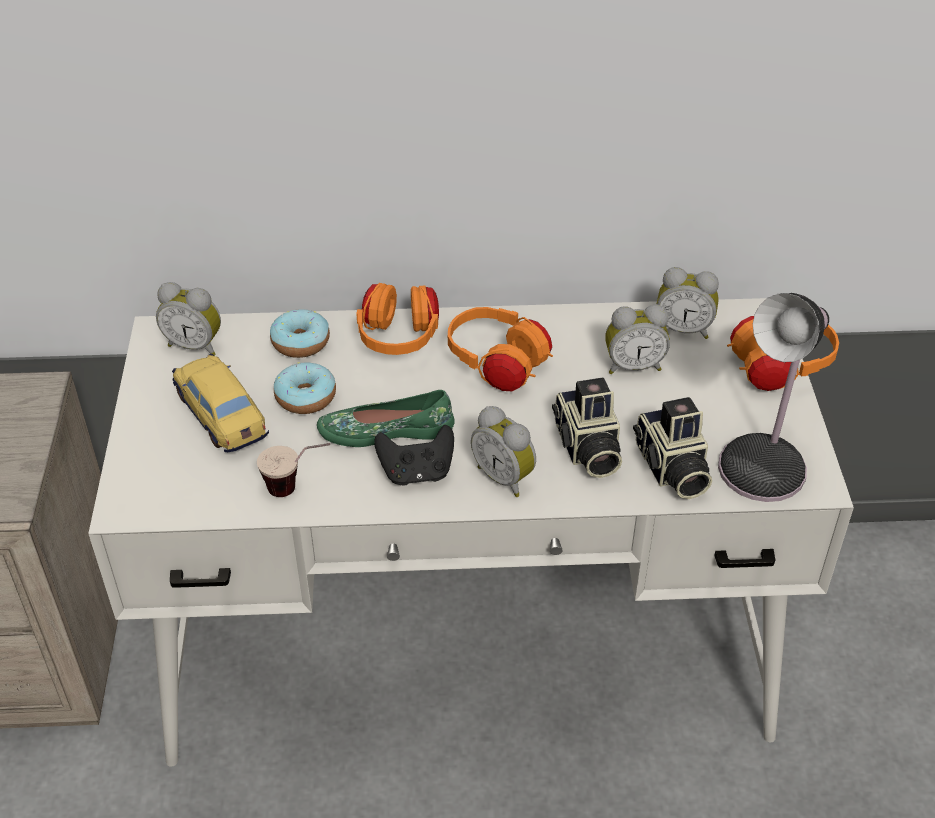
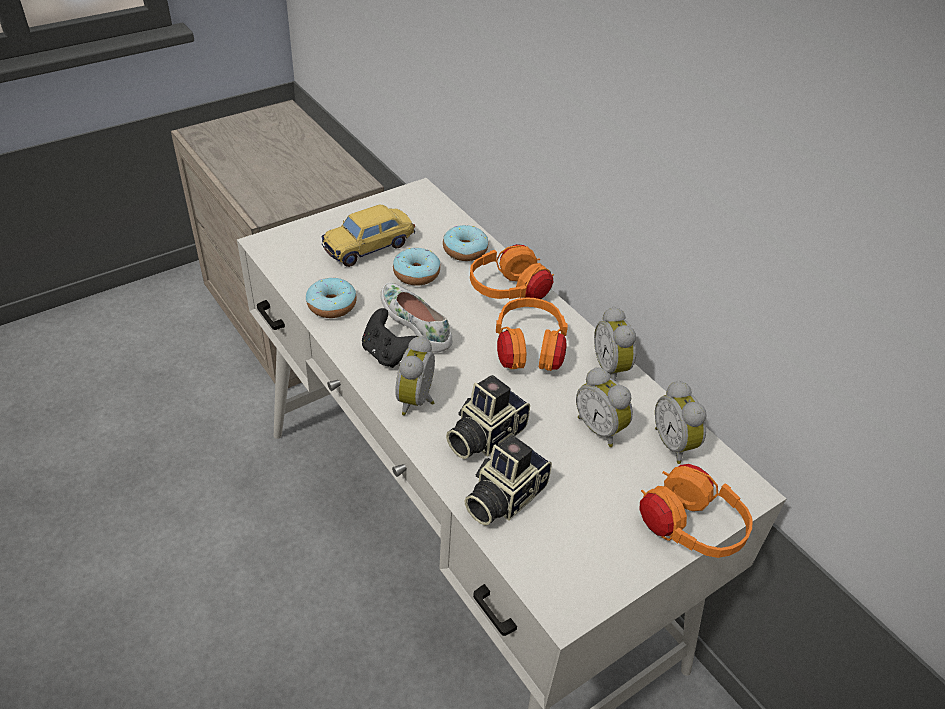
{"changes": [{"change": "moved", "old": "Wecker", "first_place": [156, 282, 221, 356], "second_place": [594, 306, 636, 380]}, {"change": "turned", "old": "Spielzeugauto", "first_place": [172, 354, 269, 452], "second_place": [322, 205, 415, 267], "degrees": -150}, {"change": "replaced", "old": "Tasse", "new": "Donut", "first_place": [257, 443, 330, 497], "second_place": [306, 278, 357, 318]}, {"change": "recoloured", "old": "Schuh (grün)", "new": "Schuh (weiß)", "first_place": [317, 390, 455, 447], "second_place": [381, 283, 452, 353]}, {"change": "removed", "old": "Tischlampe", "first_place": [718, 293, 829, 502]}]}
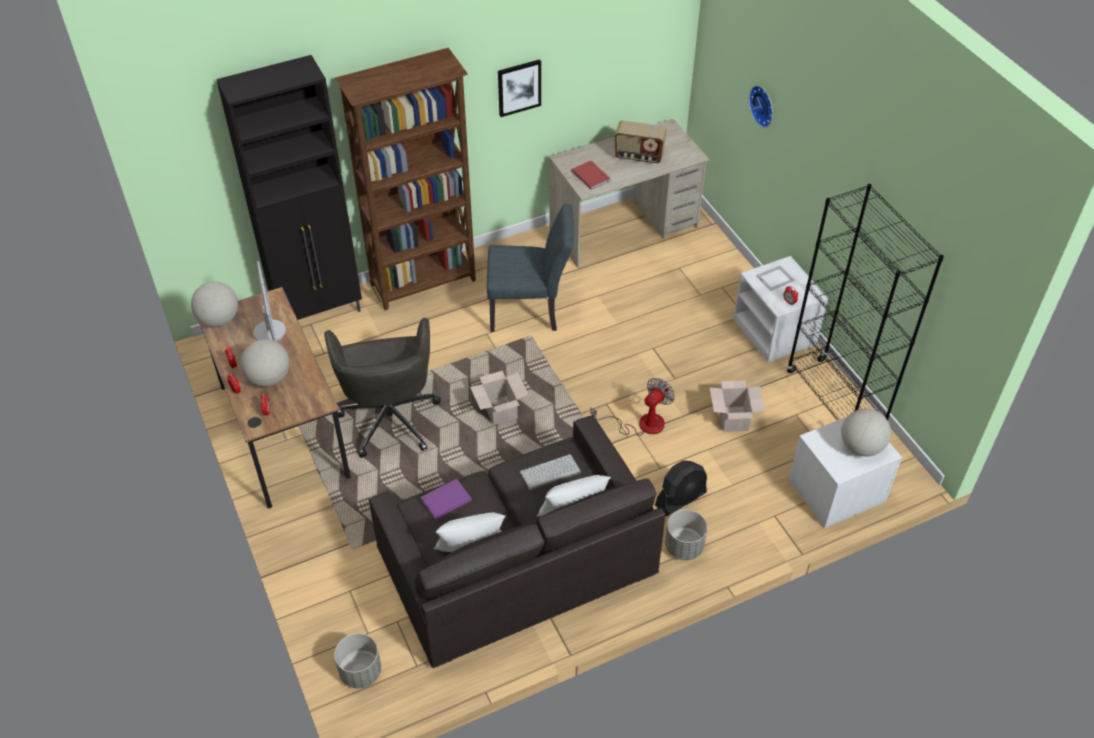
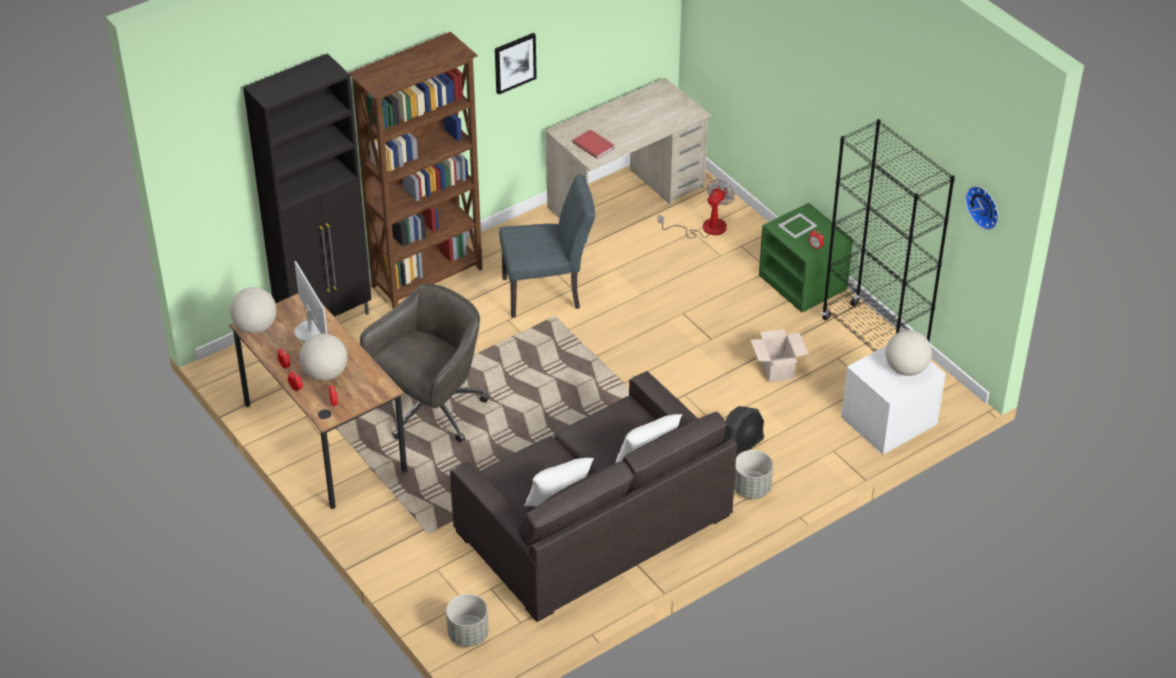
{"changes": [{"change": "turned", "old": "Bürostuhl (grau)", "first_place": [324, 318, 441, 458], "second_place": [360, 284, 489, 442], "degrees": -120}, {"change": "removed", "old": "Buch (lila)", "first_place": [421, 479, 472, 520]}, {"change": "removed", "old": "Karton", "first_place": [470, 371, 529, 425]}, {"change": "removed", "old": "Tastatur", "first_place": [520, 454, 581, 490]}, {"change": "moved", "old": "Ventilator", "first_place": [590, 378, 675, 436], "second_place": [658, 179, 734, 238]}, {"change": "removed", "old": "Radio", "first_place": [615, 121, 667, 164]}, {"change": "recoloured", "old": "Nachttisch (weiß)", "new": "Nachttisch (grün)", "first_place": [733, 256, 828, 362], "second_place": [759, 203, 853, 313]}, {"change": "moved", "old": "Wanduhr", "first_place": [749, 85, 773, 127], "second_place": [965, 186, 999, 230]}]}
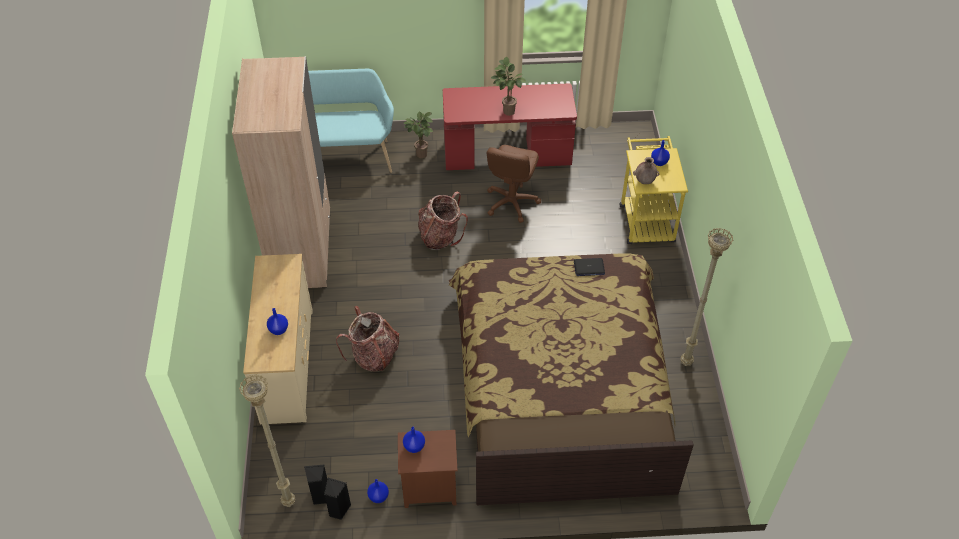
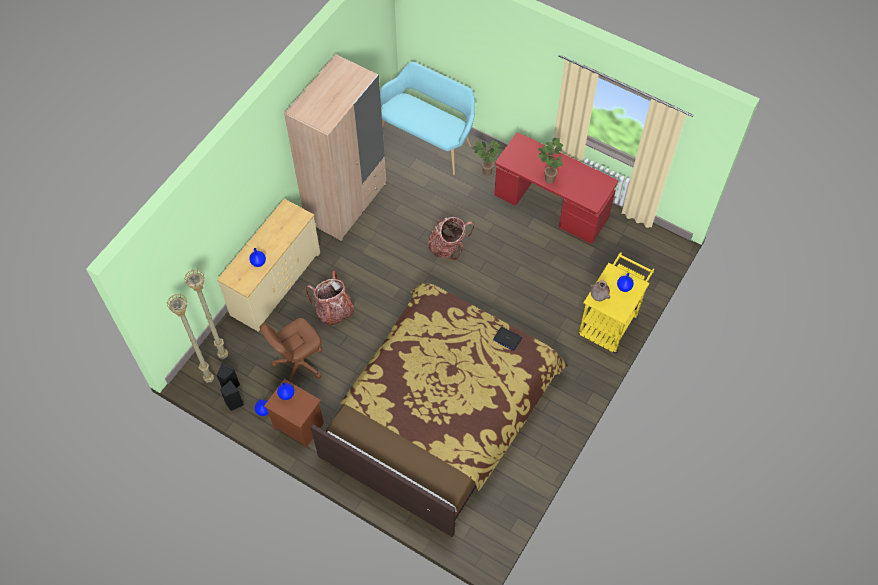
{"changes": [{"change": "moved", "old": "Bürostuhl (braun)", "first_place": [487, 145, 541, 223], "second_place": [260, 318, 322, 383]}, {"change": "moved", "old": "Stehlampe (beige)", "first_place": [681, 228, 733, 366], "second_place": [184, 269, 228, 359]}]}
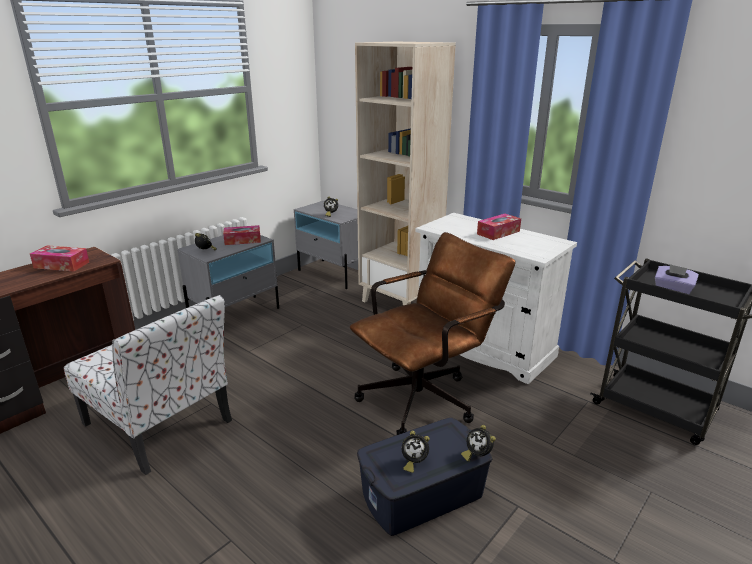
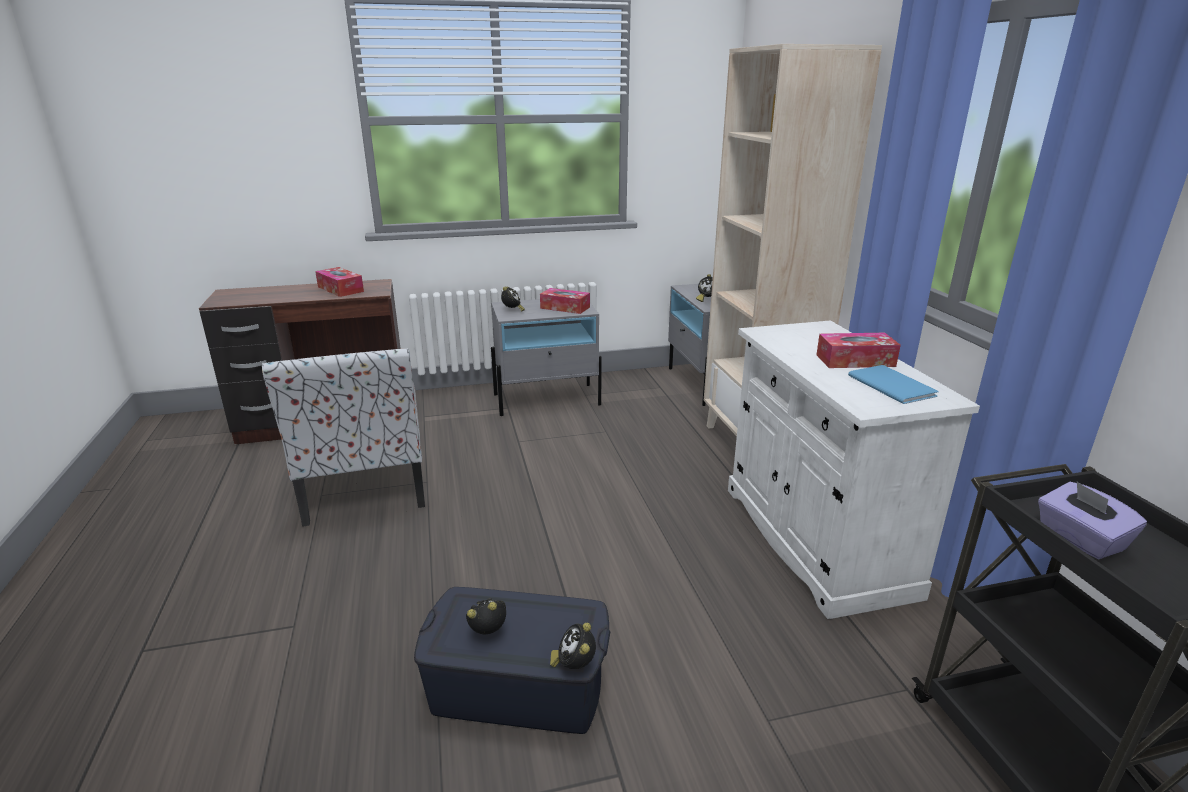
{"changes": [{"change": "removed", "old": "Bürostuhl (braun)", "first_place": [350, 232, 515, 435]}, {"change": "turned", "old": "Wecker", "first_place": [401, 430, 429, 473], "second_place": [466, 598, 506, 634], "degrees": 120}, {"change": "added", "new": "Buch (blau)", "second_place": [848, 365, 939, 404]}]}
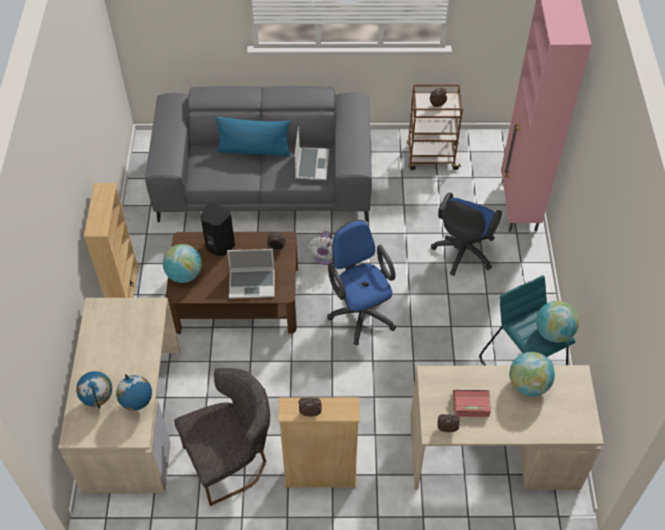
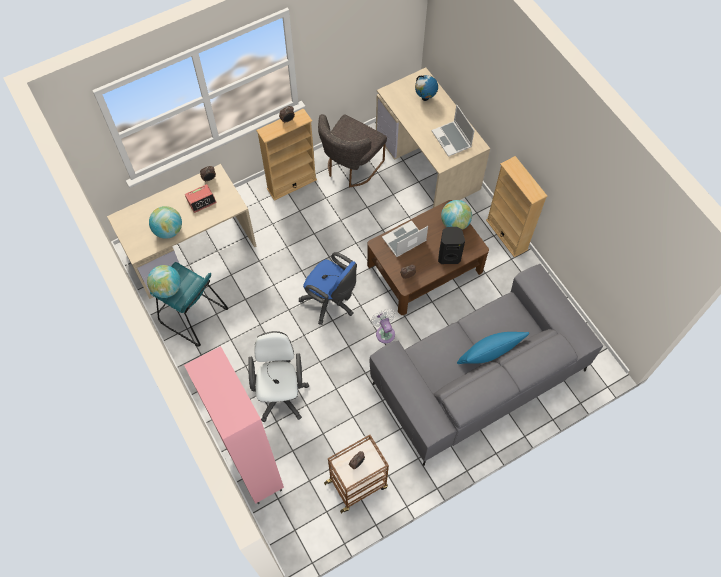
{"changes": [{"change": "removed", "old": "Globus", "first_place": [116, 375, 152, 411]}, {"change": "moved", "old": "Laptop", "first_place": [294, 126, 329, 180], "second_place": [432, 105, 475, 157]}, {"change": "recoloured", "old": "Bürostuhl (blau)", "new": "Bürostuhl (weiß)", "first_place": [431, 192, 502, 276], "second_place": [248, 331, 309, 422]}]}
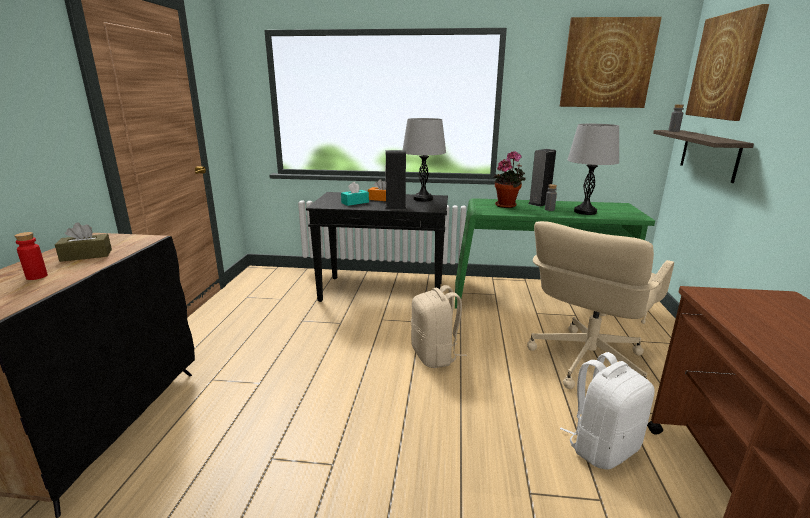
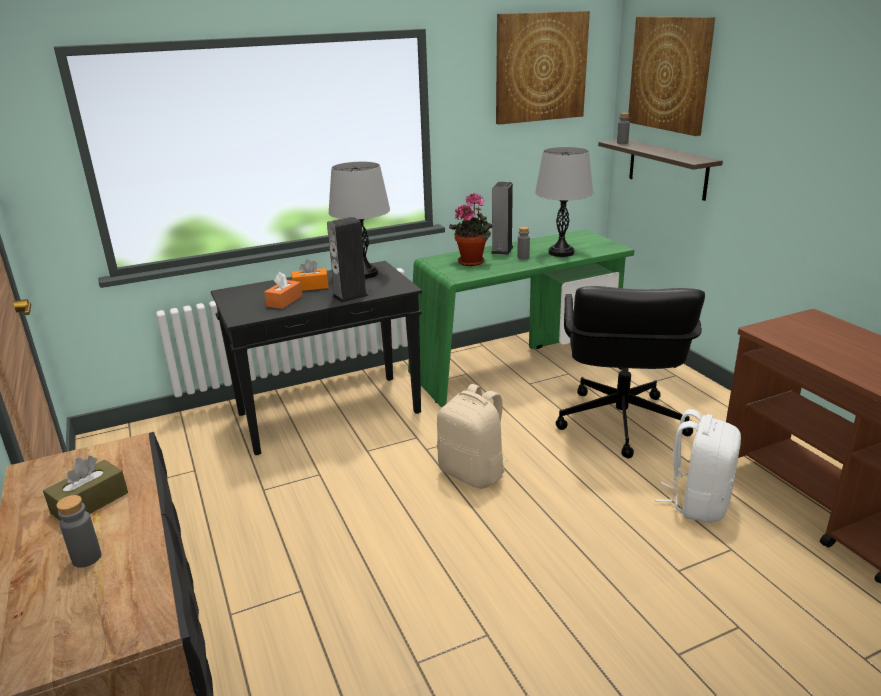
{"changes": [{"change": "recoloured", "old": "Flasche (rot)", "new": "Flasche (grau)", "first_place": [15, 232, 48, 280], "second_place": [56, 495, 101, 568]}, {"change": "recoloured", "old": "Taschentuchbox (türkis)", "new": "Taschentuchbox (orange)", "first_place": [341, 182, 369, 206], "second_place": [264, 272, 302, 309]}, {"change": "recoloured", "old": "Bürostuhl (beige)", "new": "Bürostuhl (schwarz)", "first_place": [527, 221, 674, 389], "second_place": [556, 286, 705, 458]}]}
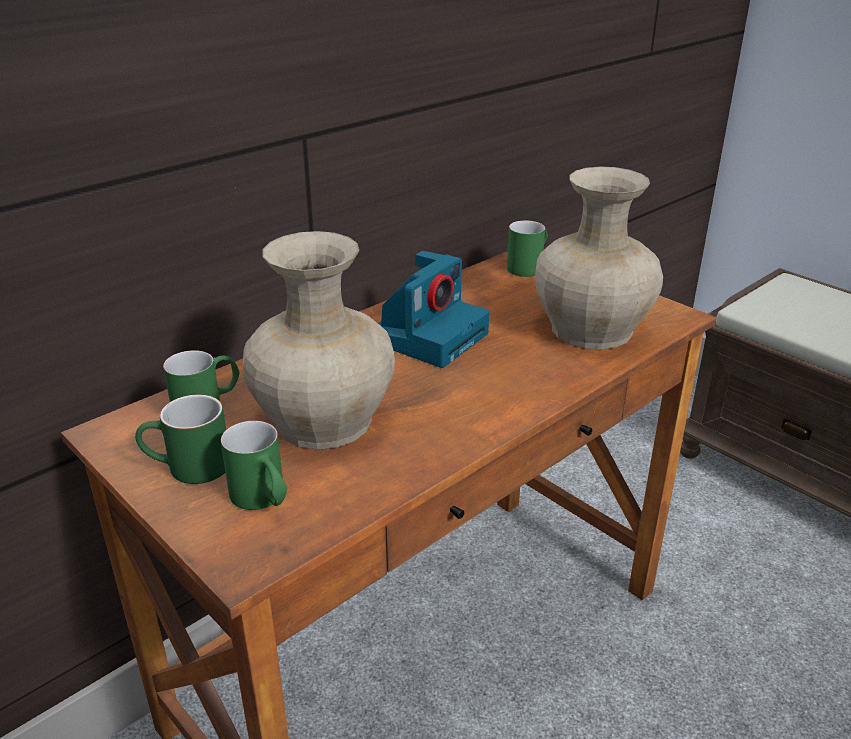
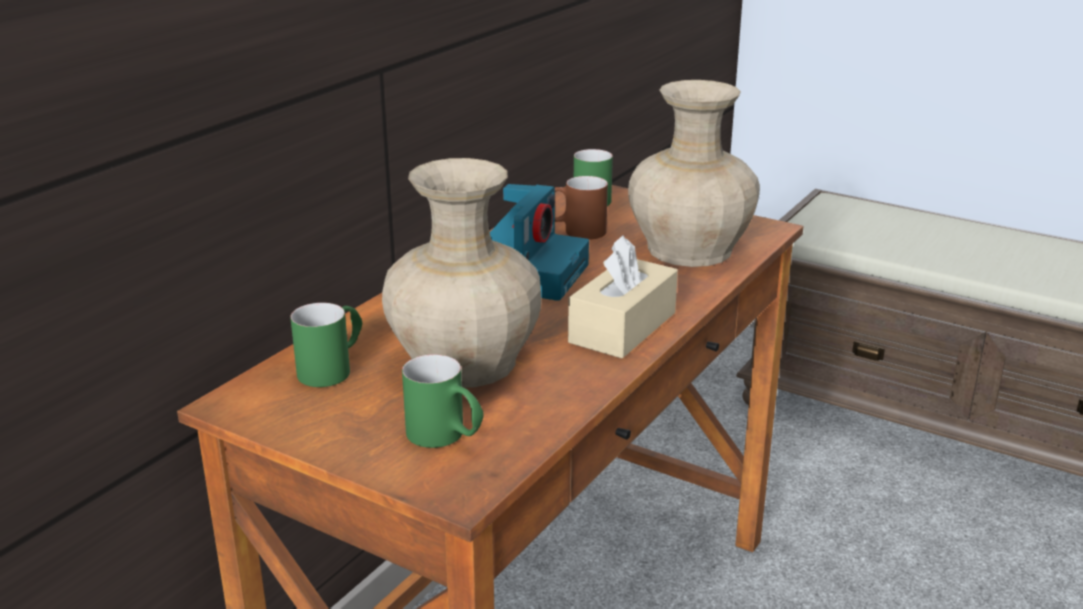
{"changes": [{"change": "removed", "old": "Henkelbecher (grün)", "first_place": [135, 395, 226, 484]}, {"change": "added", "new": "Henkelbecher (braun)", "second_place": [555, 176, 608, 240]}, {"change": "added", "new": "Taschentuchbox (beige)", "second_place": [568, 235, 678, 359]}]}
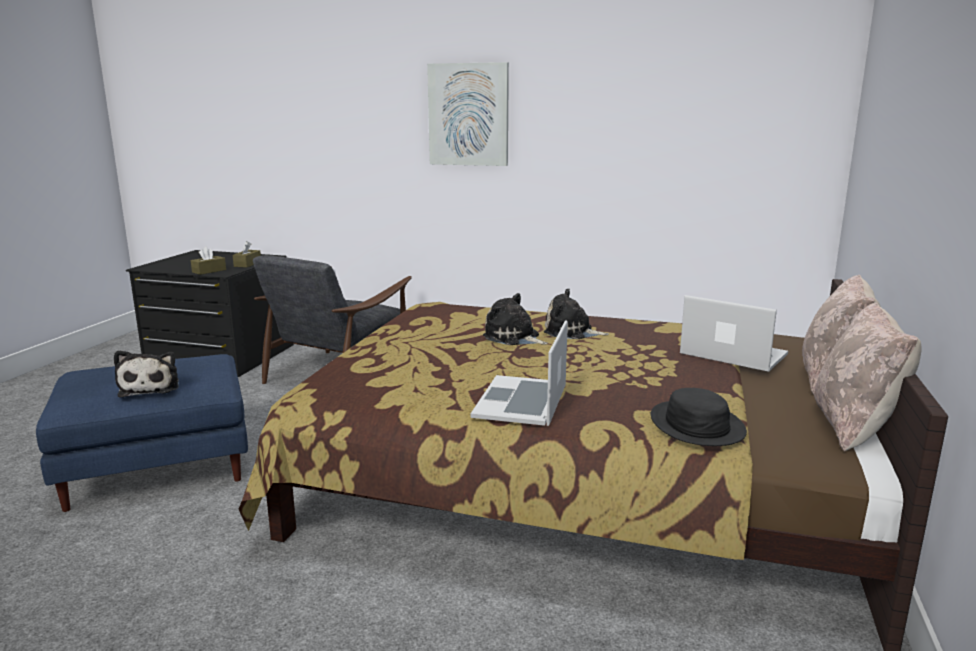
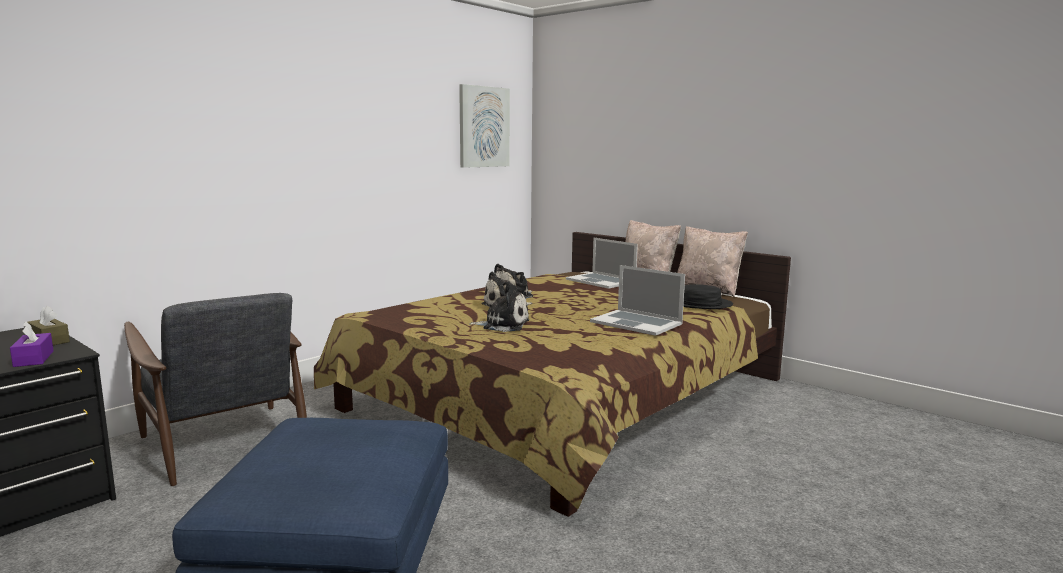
{"changes": [{"change": "moved", "old": "Plüschtier", "first_place": [114, 350, 179, 398], "second_place": [469, 289, 529, 332]}, {"change": "recoloured", "old": "Taschentuchbox (braun)", "new": "Taschentuchbox (lila)", "first_place": [191, 247, 226, 275], "second_place": [10, 321, 54, 367]}, {"change": "moved", "old": "Bild", "first_place": [427, 62, 509, 166], "second_place": [459, 84, 510, 168]}, {"change": "turned", "old": "Laptop", "first_place": [680, 295, 788, 372], "second_place": [566, 237, 638, 289], "degrees": -105}]}
